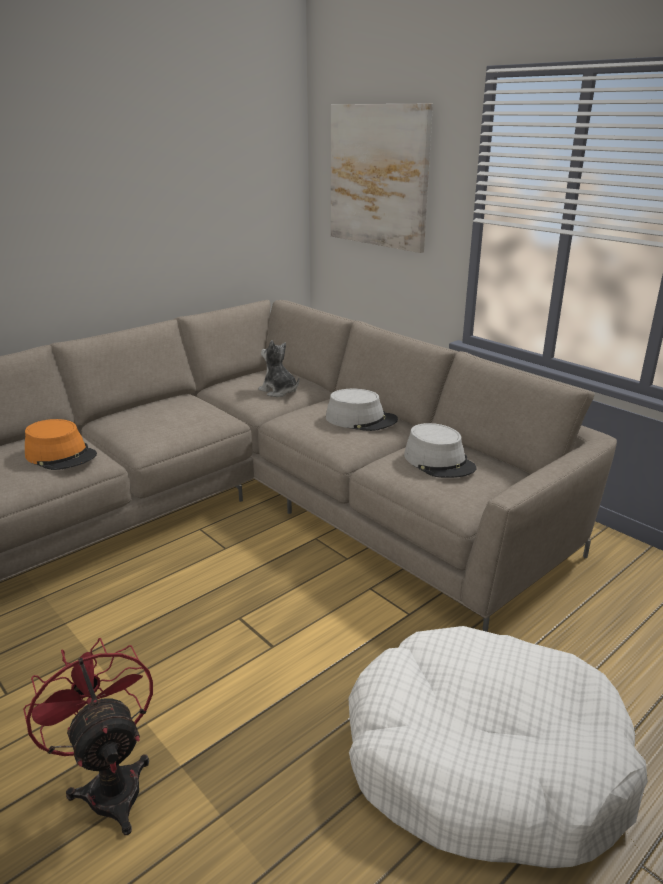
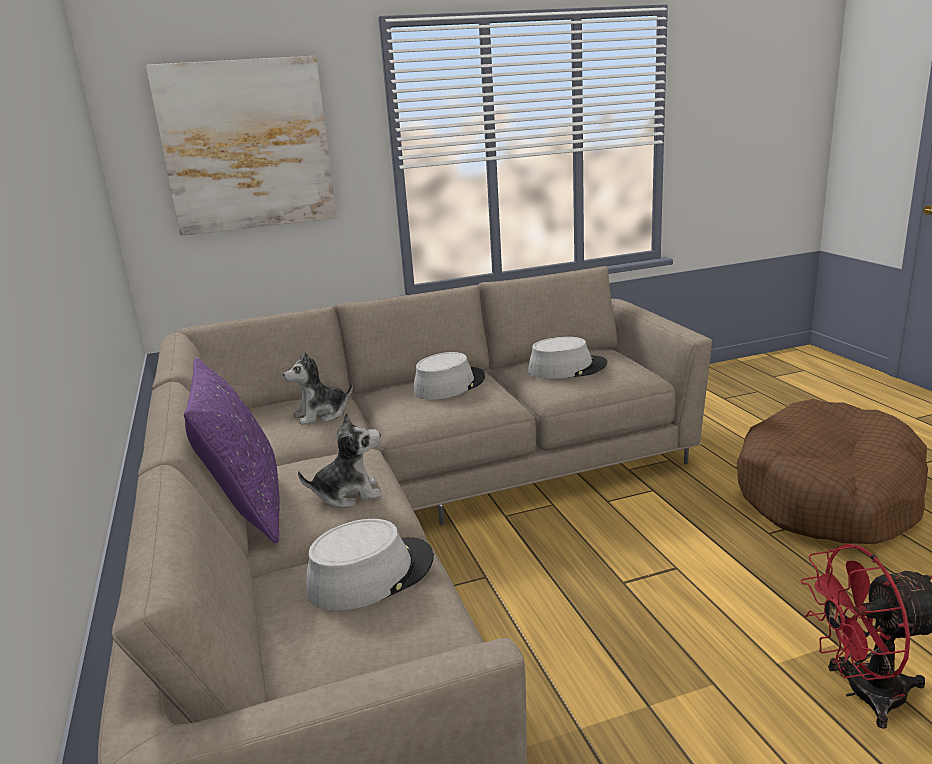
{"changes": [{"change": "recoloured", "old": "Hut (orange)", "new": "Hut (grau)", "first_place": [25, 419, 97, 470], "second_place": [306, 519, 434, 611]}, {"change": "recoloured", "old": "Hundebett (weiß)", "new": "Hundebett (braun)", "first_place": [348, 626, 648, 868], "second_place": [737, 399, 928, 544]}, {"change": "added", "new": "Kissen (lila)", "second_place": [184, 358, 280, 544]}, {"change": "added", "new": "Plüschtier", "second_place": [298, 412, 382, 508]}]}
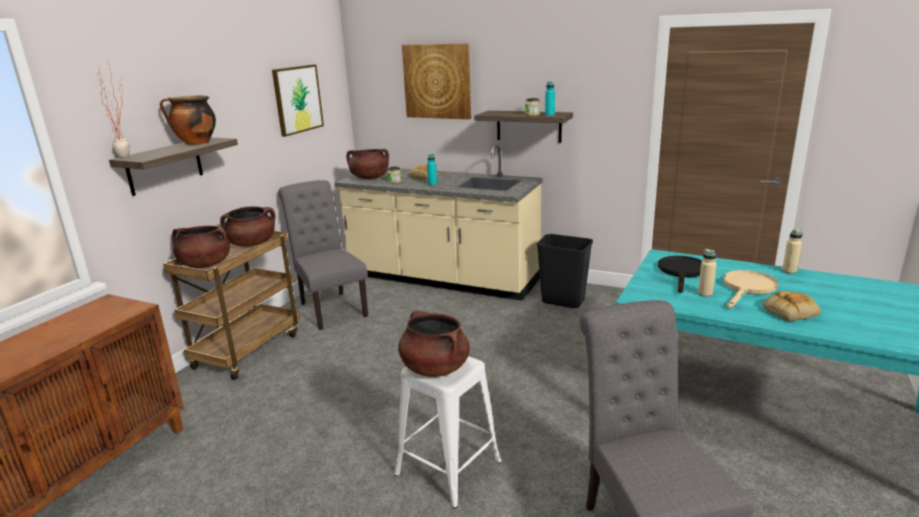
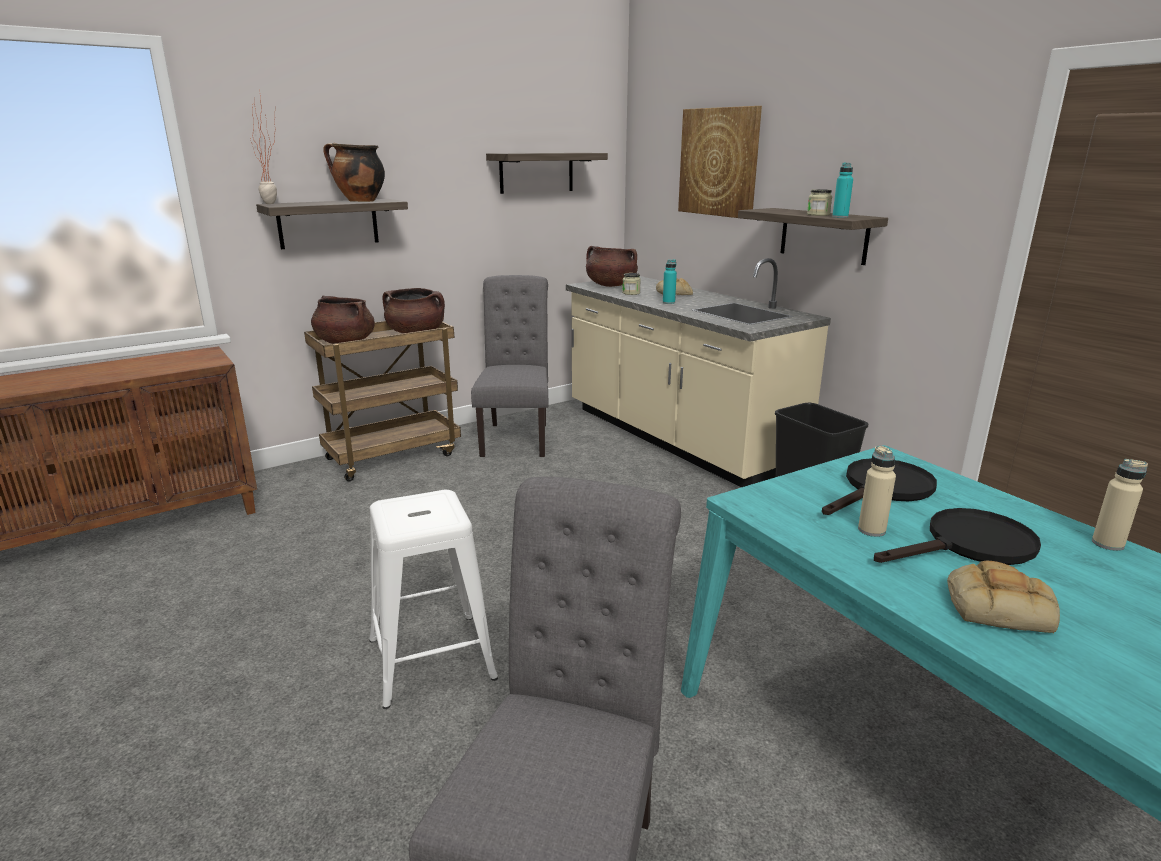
{"changes": [{"change": "replaced", "old": "Bild", "new": "Wandregal", "first_place": [272, 64, 324, 137], "second_place": [486, 153, 608, 194]}, {"change": "removed", "old": "Kochtopf (braun)", "first_place": [398, 311, 470, 377]}, {"change": "recoloured", "old": "Pfanne (beige)", "new": "Pfanne (schwarz)", "first_place": [723, 270, 779, 308], "second_place": [874, 508, 1041, 565]}]}
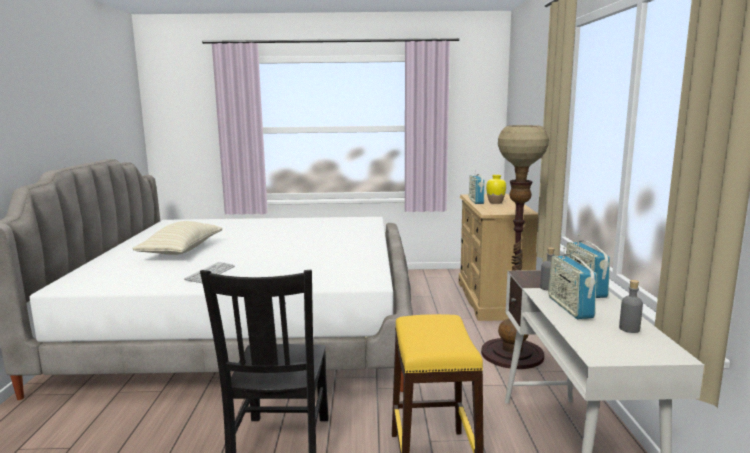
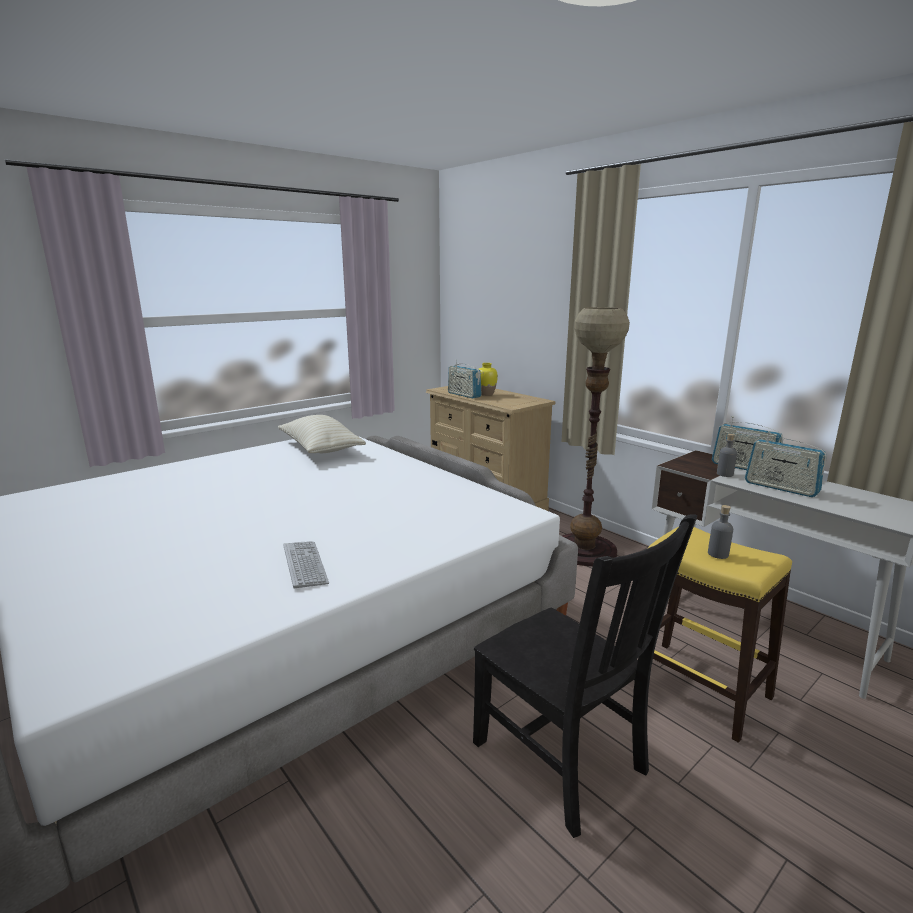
{"changes": [{"change": "moved", "old": "Kissen (beige)", "first_place": [132, 221, 222, 255], "second_place": [278, 415, 366, 453]}, {"change": "moved", "old": "Flasche (grau)", "first_place": [619, 280, 643, 333], "second_place": [708, 505, 733, 559]}]}
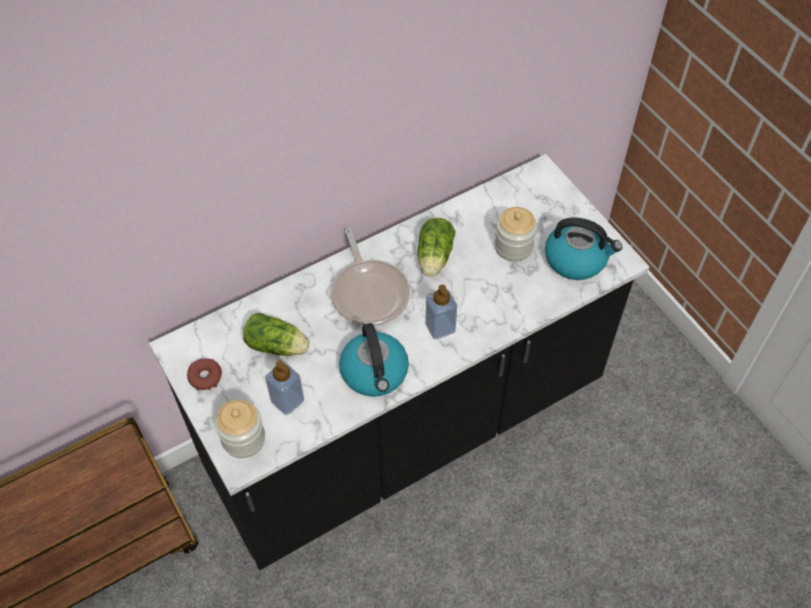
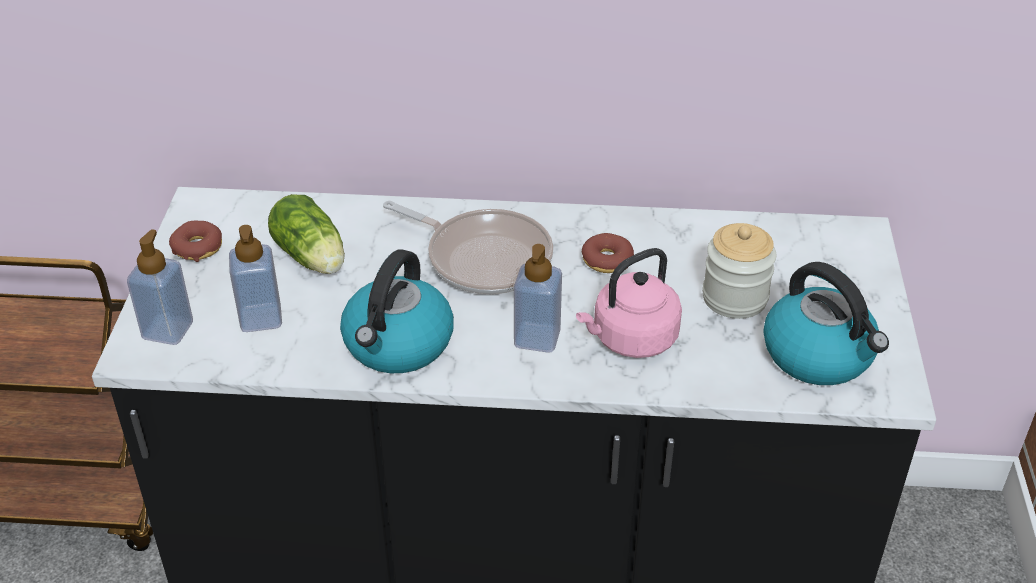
{"changes": [{"change": "replaced", "old": "Vorratsglas", "new": "Seifenspender", "first_place": [215, 399, 265, 458], "second_place": [127, 229, 193, 345]}, {"change": "turned", "old": "Pfanne", "first_place": [332, 228, 410, 326], "second_place": [383, 201, 553, 294], "degrees": -75}, {"change": "replaced", "old": "Salatkopf", "new": "Donut", "first_place": [418, 218, 455, 277], "second_place": [582, 233, 634, 273]}, {"change": "added", "new": "Wasserkessel (rosa)", "second_place": [576, 248, 682, 358]}]}
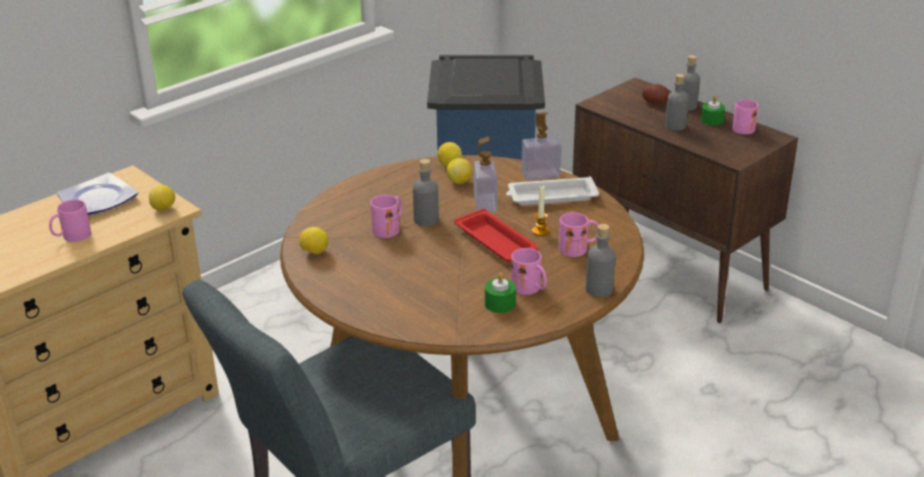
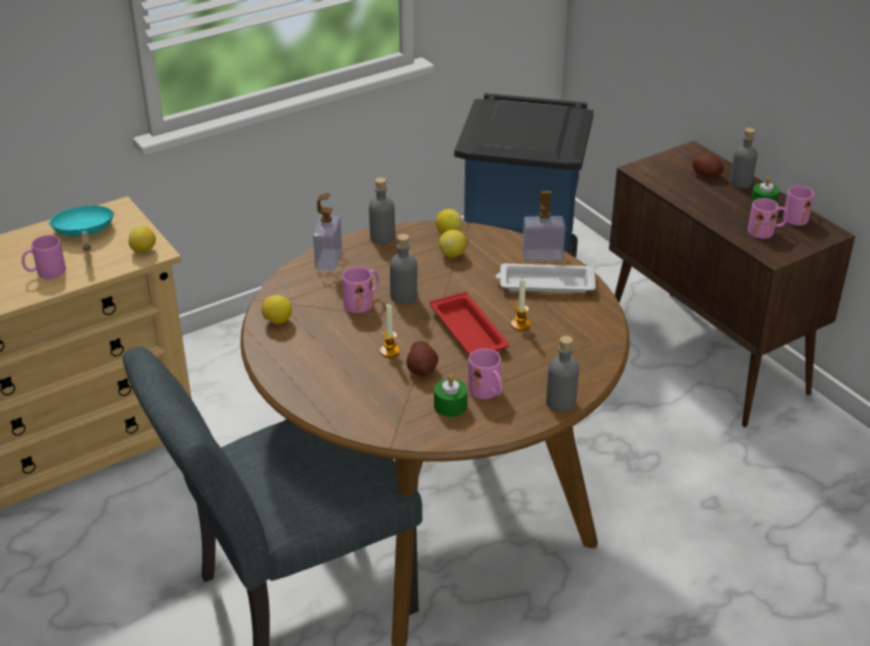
{"changes": [{"change": "replaced", "old": "Teller", "new": "Pfanne (türkis)", "first_place": [56, 173, 138, 215], "second_place": [49, 205, 114, 251]}, {"change": "moved", "old": "Seifenspender", "first_place": [474, 137, 497, 212], "second_place": [313, 193, 342, 271]}, {"change": "moved", "old": "Henkelbecher (rosa)", "first_place": [559, 213, 598, 257], "second_place": [748, 198, 788, 239]}, {"change": "moved", "old": "Flasche (grau)", "first_place": [665, 74, 689, 131], "second_place": [369, 177, 395, 245]}, {"change": "added", "new": "Kerze", "second_place": [380, 304, 400, 357]}, {"change": "added", "new": "Kartoffel", "second_place": [406, 341, 438, 376]}]}
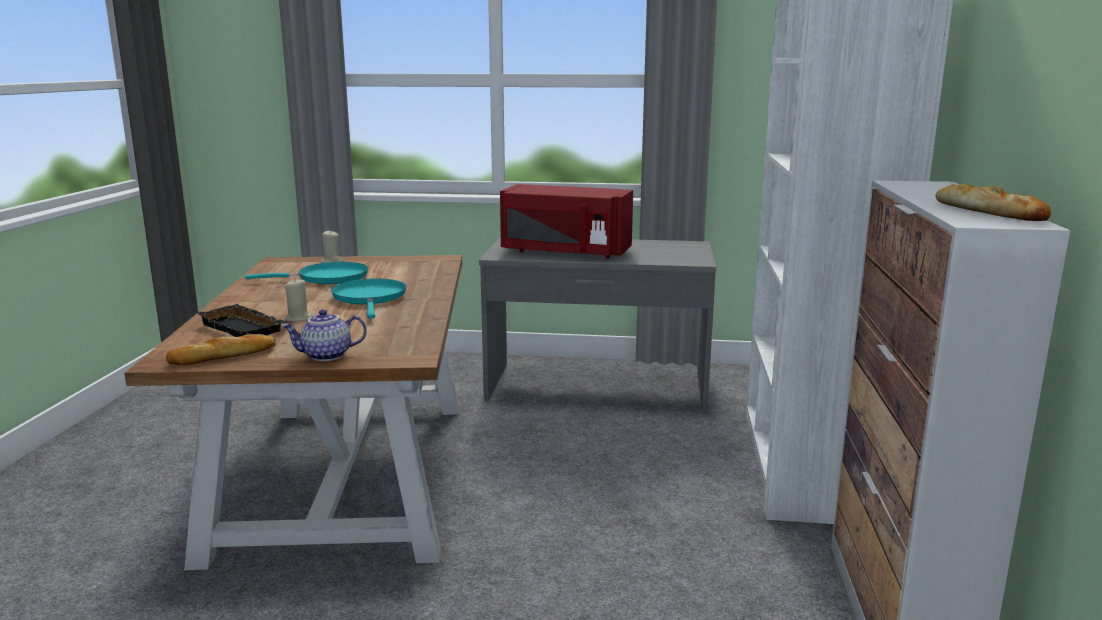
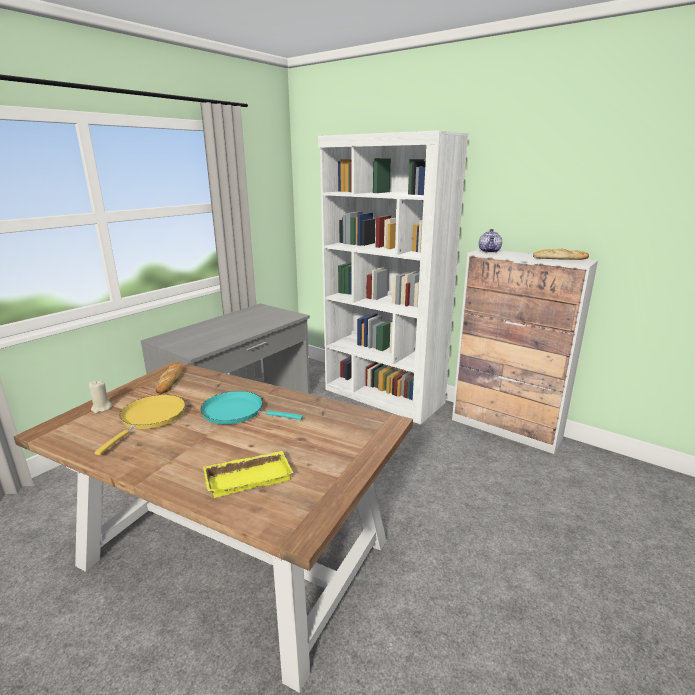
{"changes": [{"change": "moved", "old": "Brot", "first_place": [166, 334, 276, 365], "second_place": [155, 364, 183, 394]}, {"change": "recoloured", "old": "Tablett (schwarz)", "new": "Tablett (gelb)", "first_place": [196, 304, 286, 337], "second_place": [203, 451, 293, 498]}, {"change": "recoloured", "old": "Pfanne (türkis)", "new": "Pfanne (gelb)", "first_place": [245, 262, 368, 284], "second_place": [95, 395, 186, 455]}, {"change": "moved", "old": "Teekanne", "first_place": [282, 309, 367, 361], "second_place": [479, 229, 502, 253]}, {"change": "removed", "old": "Kerze (beige)", "first_place": [284, 279, 312, 322]}, {"change": "removed", "old": "Mikrowelle (rot)", "first_place": [500, 184, 633, 259]}]}
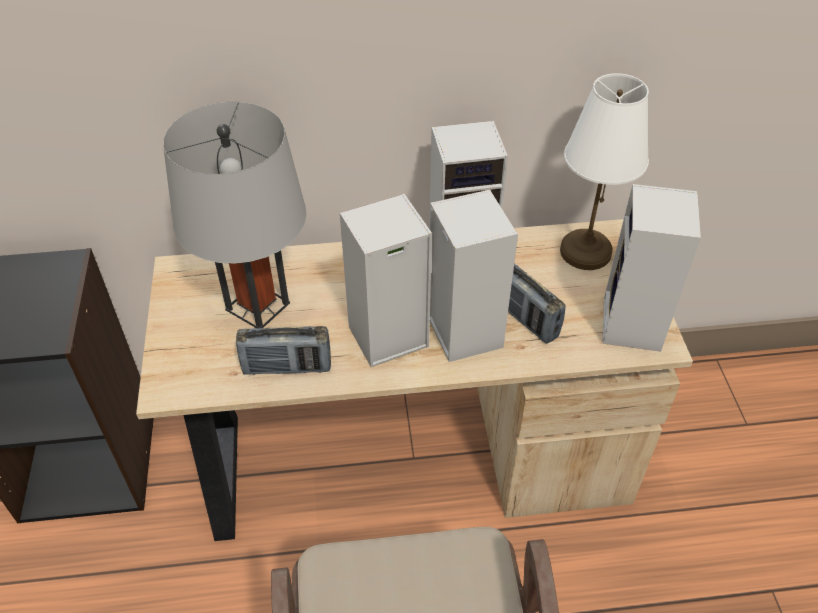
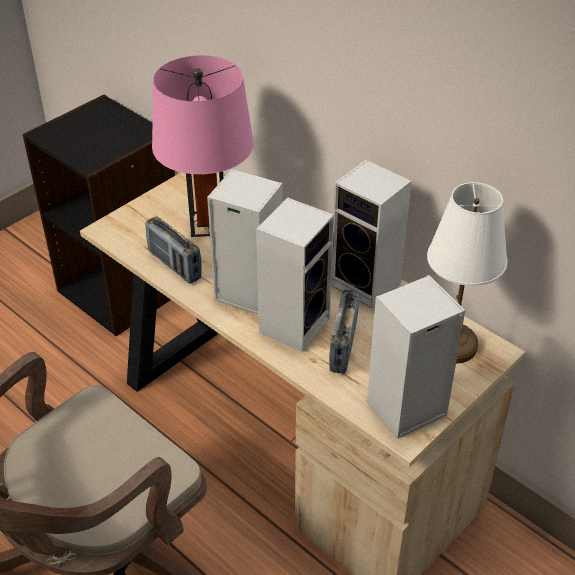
{"changes": [{"change": "recoloured", "old": "Tischlampe (grau)", "new": "Tischlampe (rosa)", "first_place": [163, 102, 307, 328], "second_place": [152, 55, 254, 237]}]}
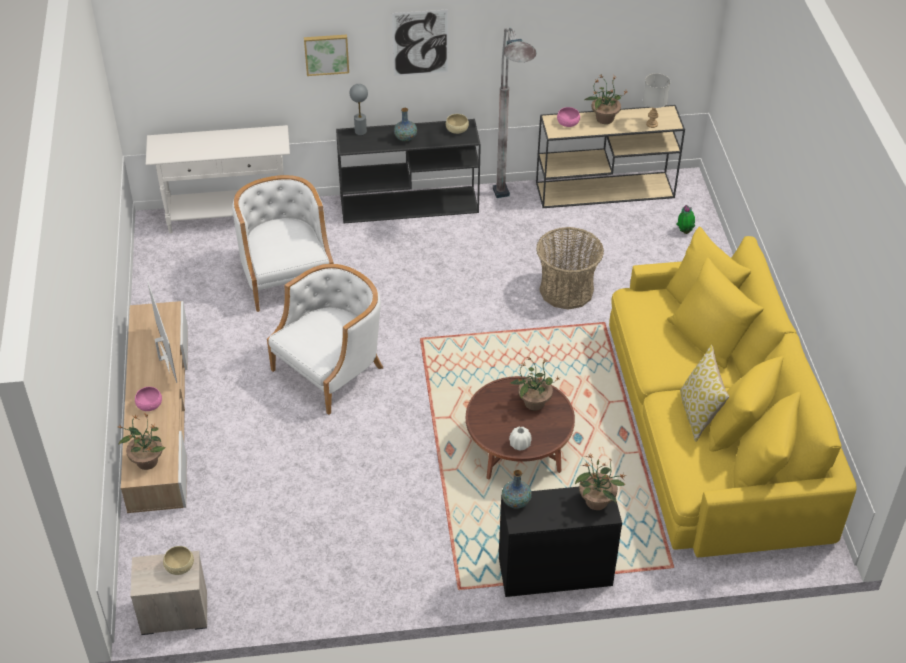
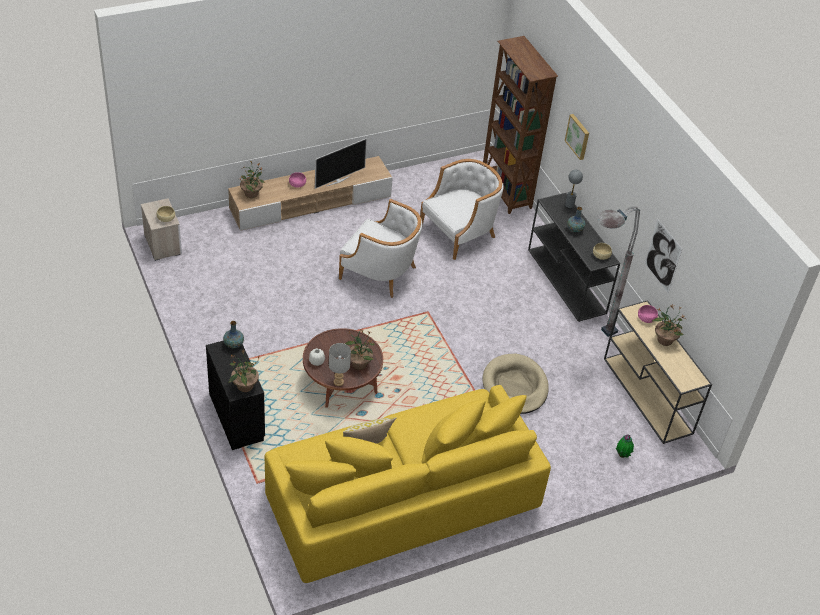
{"changes": [{"change": "replaced", "old": "Konsolentisch (weiß)", "new": "Bücherregal (braun)", "first_place": [146, 125, 290, 234], "second_place": [483, 36, 558, 214]}, {"change": "moved", "old": "Bild", "first_place": [392, 9, 448, 76], "second_place": [645, 219, 682, 294]}, {"change": "replaced", "old": "Korb", "new": "Hundebett (beige)", "first_place": [536, 227, 604, 310], "second_place": [483, 354, 549, 414]}, {"change": "moved", "old": "Tischlampe (grau)", "first_place": [643, 73, 670, 128], "second_place": [329, 343, 351, 386]}]}
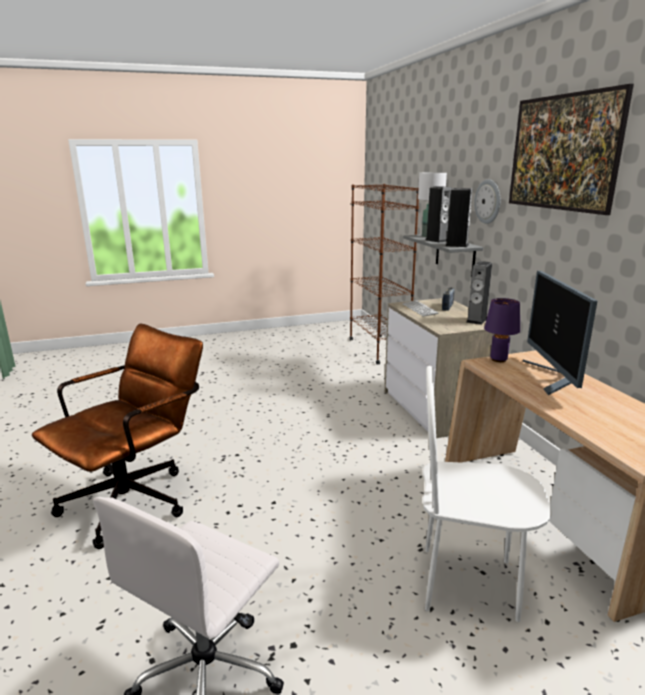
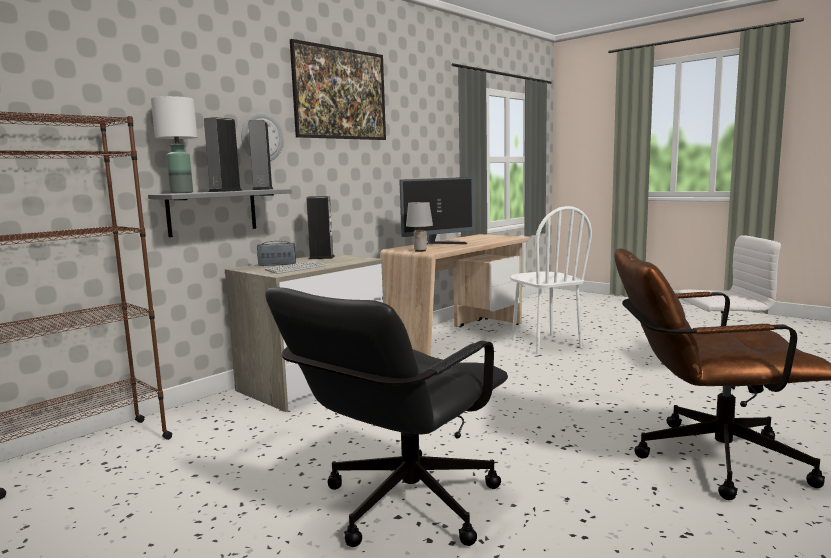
{"changes": [{"change": "recoloured", "old": "Tischlampe (lila)", "new": "Tischlampe (grau)", "first_place": [484, 298, 520, 362], "second_place": [406, 202, 433, 252]}, {"change": "added", "new": "Bürostuhl (schwarz)", "second_place": [265, 287, 508, 547]}]}
